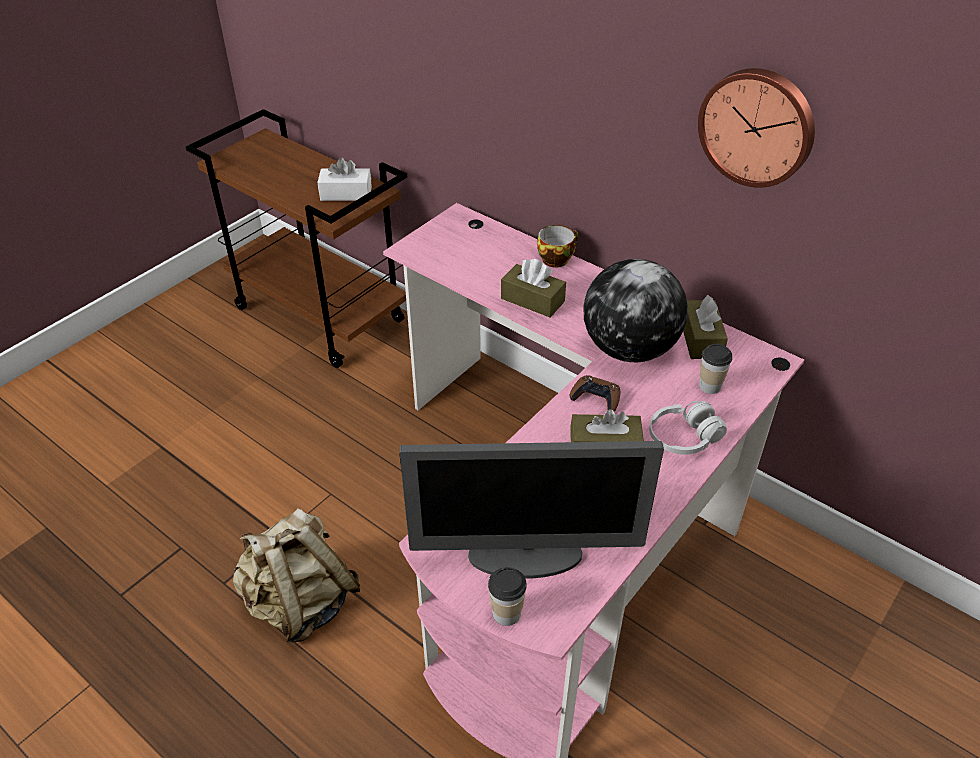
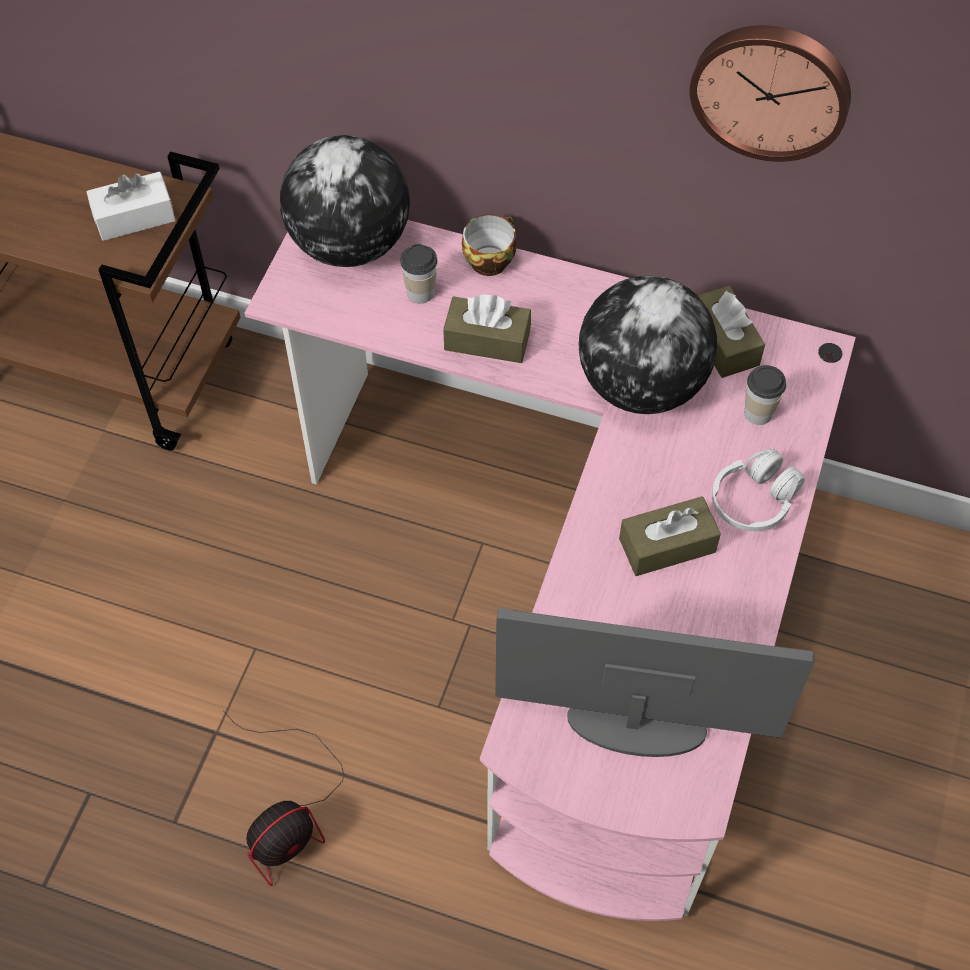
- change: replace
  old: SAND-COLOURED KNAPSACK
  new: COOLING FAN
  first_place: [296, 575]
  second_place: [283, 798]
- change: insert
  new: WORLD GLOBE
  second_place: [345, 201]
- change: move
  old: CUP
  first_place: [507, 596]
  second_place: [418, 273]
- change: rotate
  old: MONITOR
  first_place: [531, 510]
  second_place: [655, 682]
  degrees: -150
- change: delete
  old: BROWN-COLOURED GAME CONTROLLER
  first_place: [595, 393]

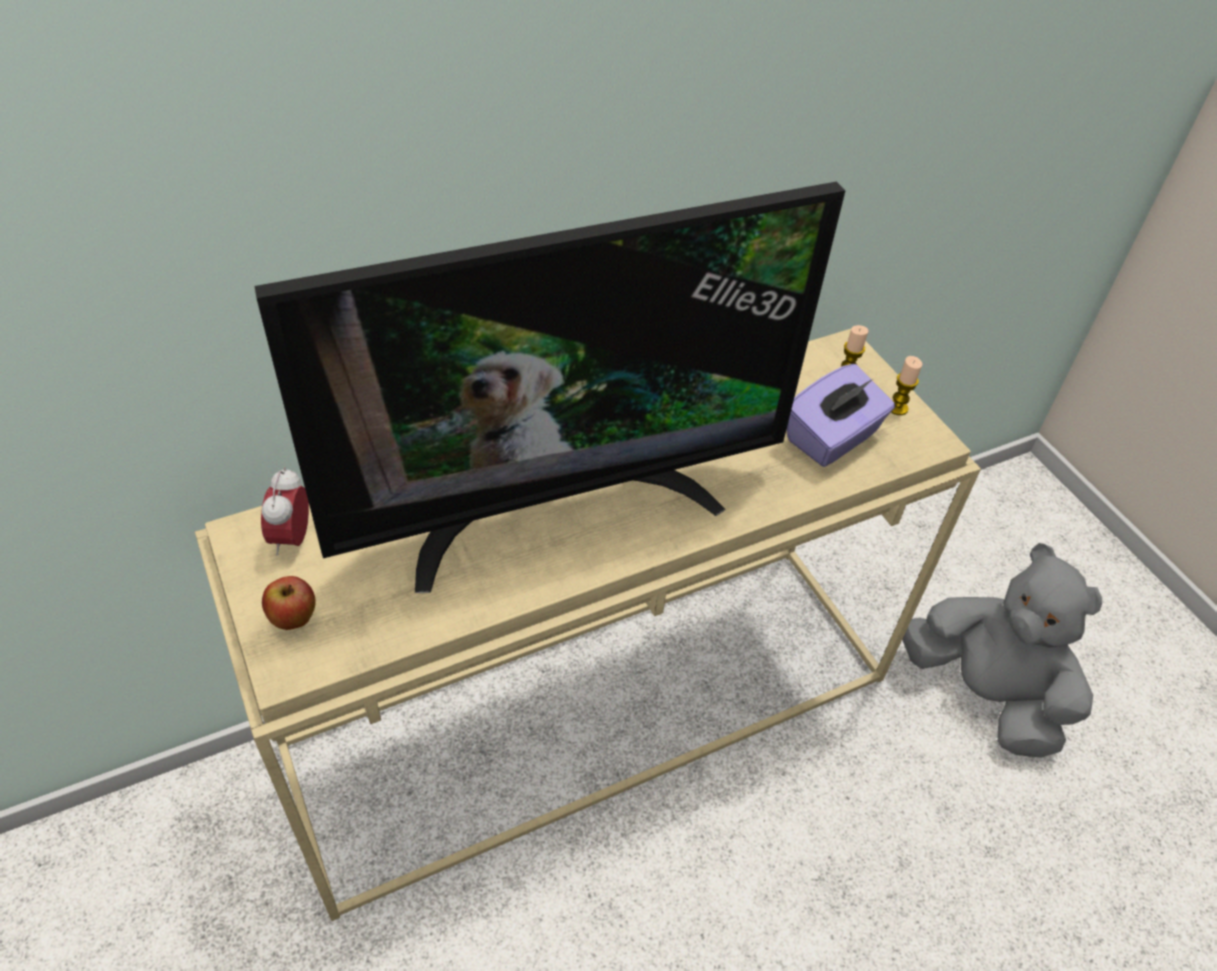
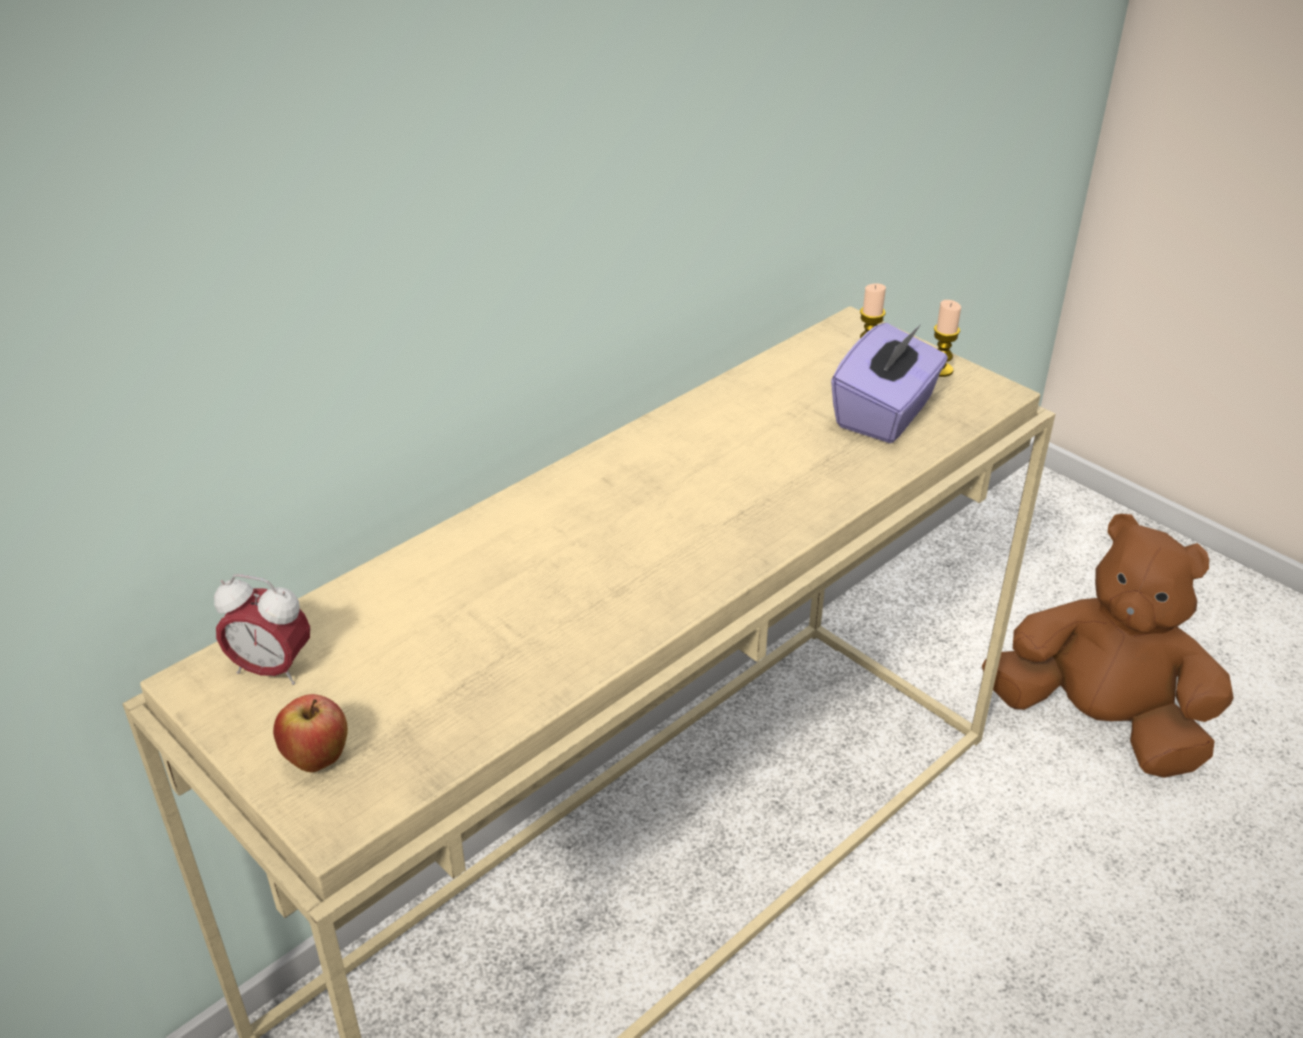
- change: rotate
  old: ALARM CLOCK
  first_place: [285, 511]
  second_place: [262, 629]
  degrees: -60
- change: recolor
  old: GREY PLUSH TOY
  new: BROWN-COLOURED PLUSH TOY
  first_place: [1002, 650]
  second_place: [1108, 646]
- change: delete
  old: TELEVISION
  first_place: [549, 387]

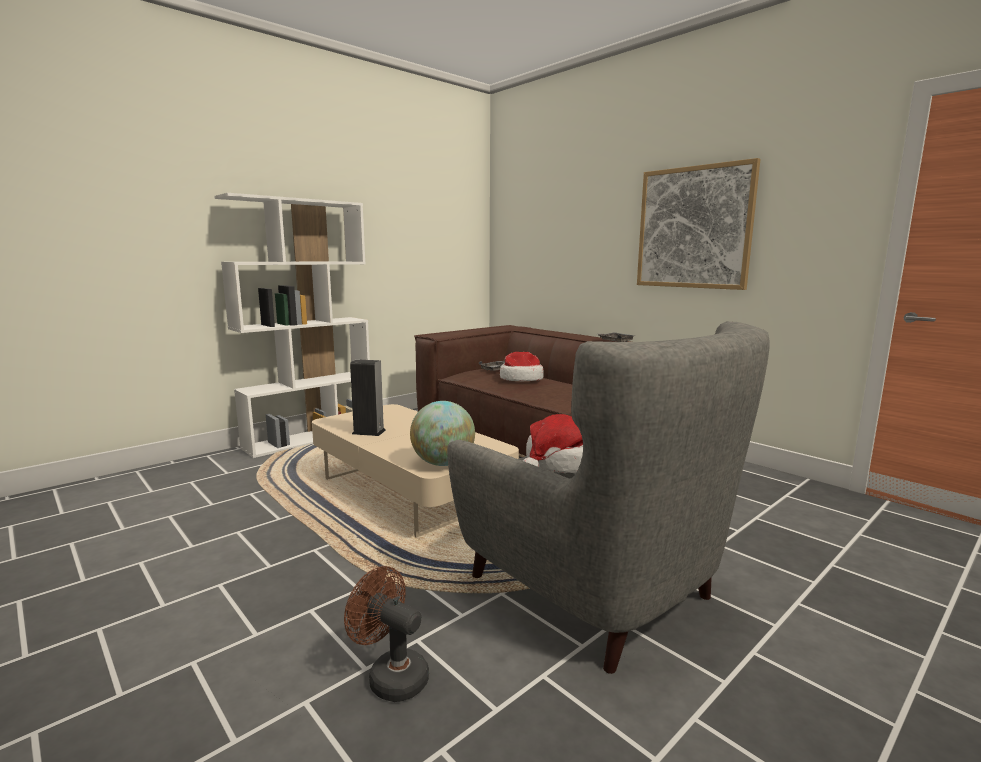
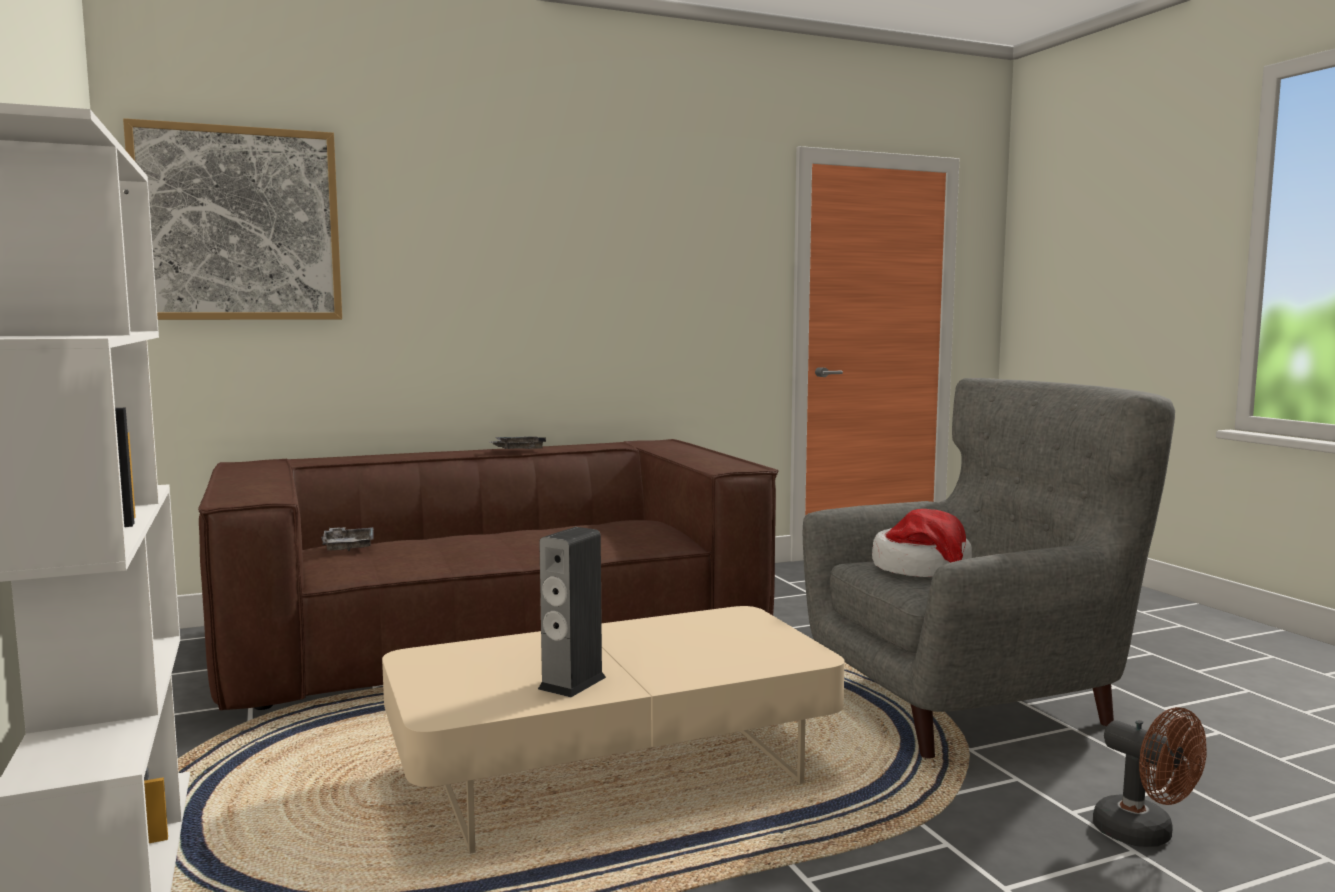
- change: move
  old: WALL PICTURE
  first_place: [698, 224]
  second_place: [232, 219]
- change: rotate
  old: BROWN-COLOURED COOLING FAN
  first_place: [386, 634]
  second_place: [1150, 777]
  degrees: -90
- change: delete
  old: WORLD GLOBE
  first_place: [442, 433]
- change: delete
  old: WEARABLE HAT
  first_place: [522, 366]

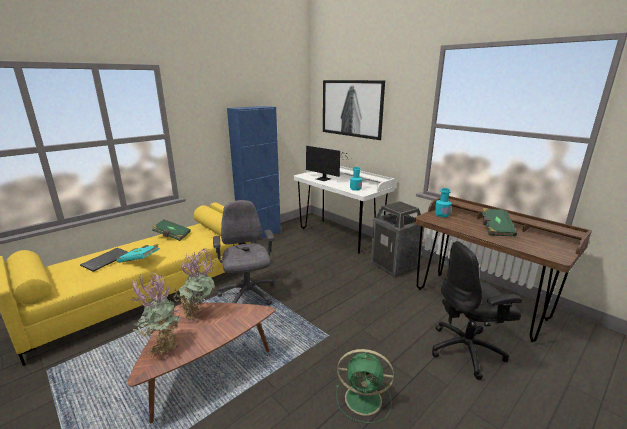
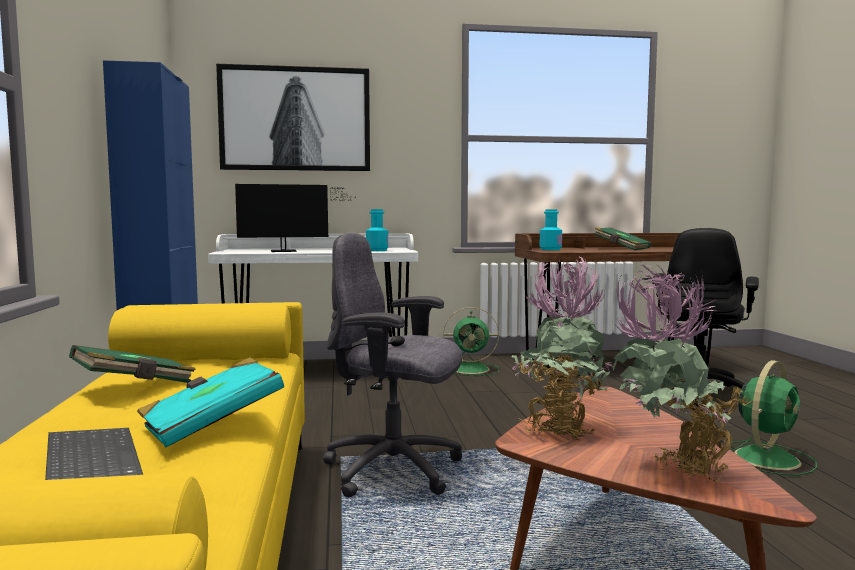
- change: replace
  old: WASTE BIN
  new: GREEN-COLOURED COOLING FAN
  first_place: [397, 239]
  second_place: [471, 341]

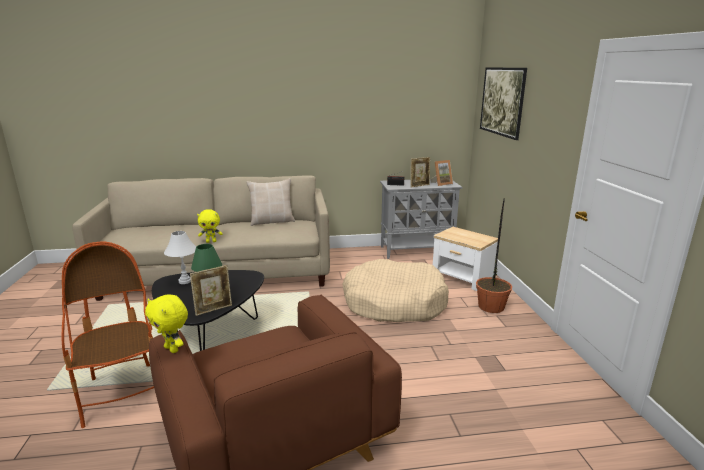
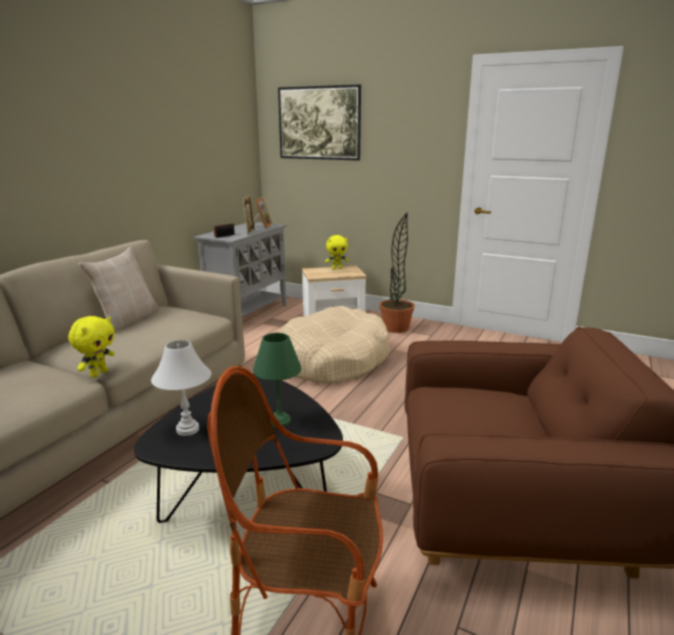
- change: move
  old: YELLOWISH PLUSH TOY
  first_place: [166, 323]
  second_place: [337, 252]
- change: delete
  old: PICTURE FRAME
  first_place: [211, 290]

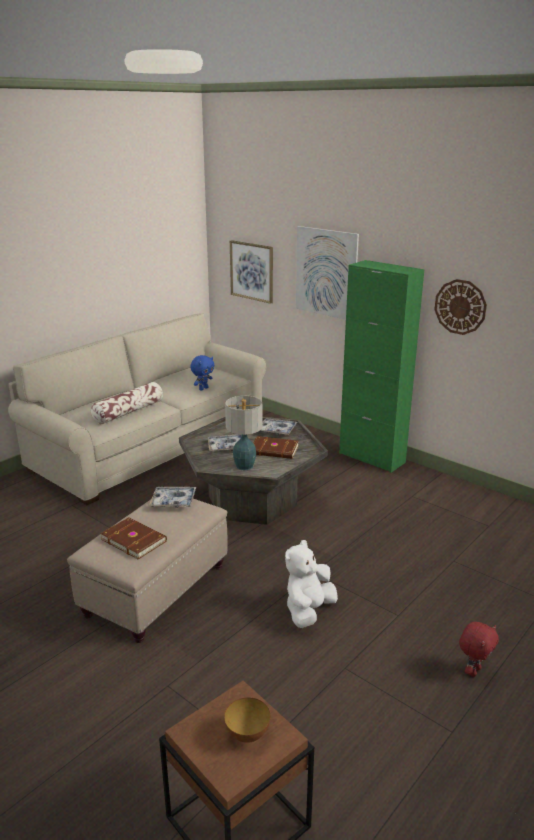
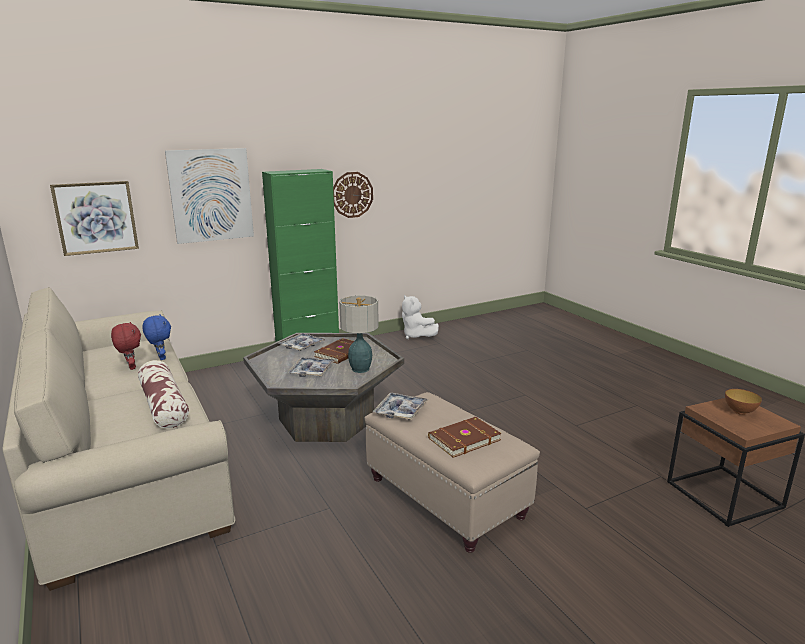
- change: move
  old: RED-COLOURED PLUSH TOY
  first_place: [479, 649]
  second_place: [126, 346]
- change: move
  old: WHITISH PLUSH TOY
  first_place: [311, 584]
  second_place: [420, 317]

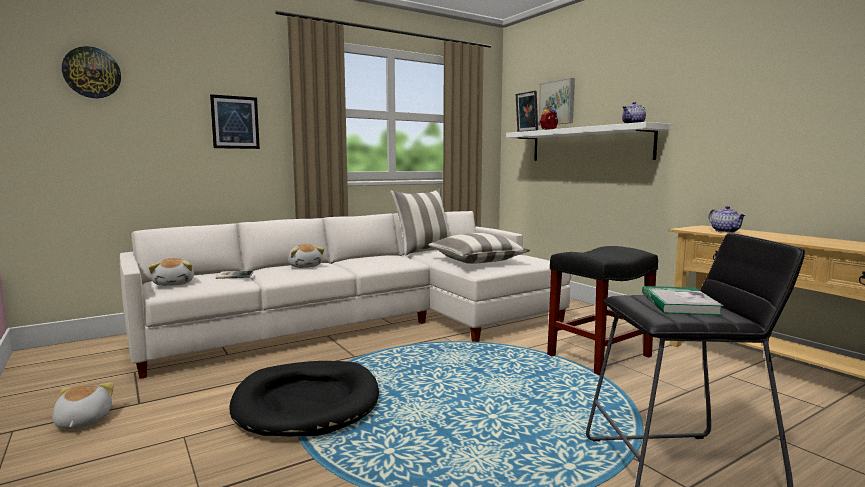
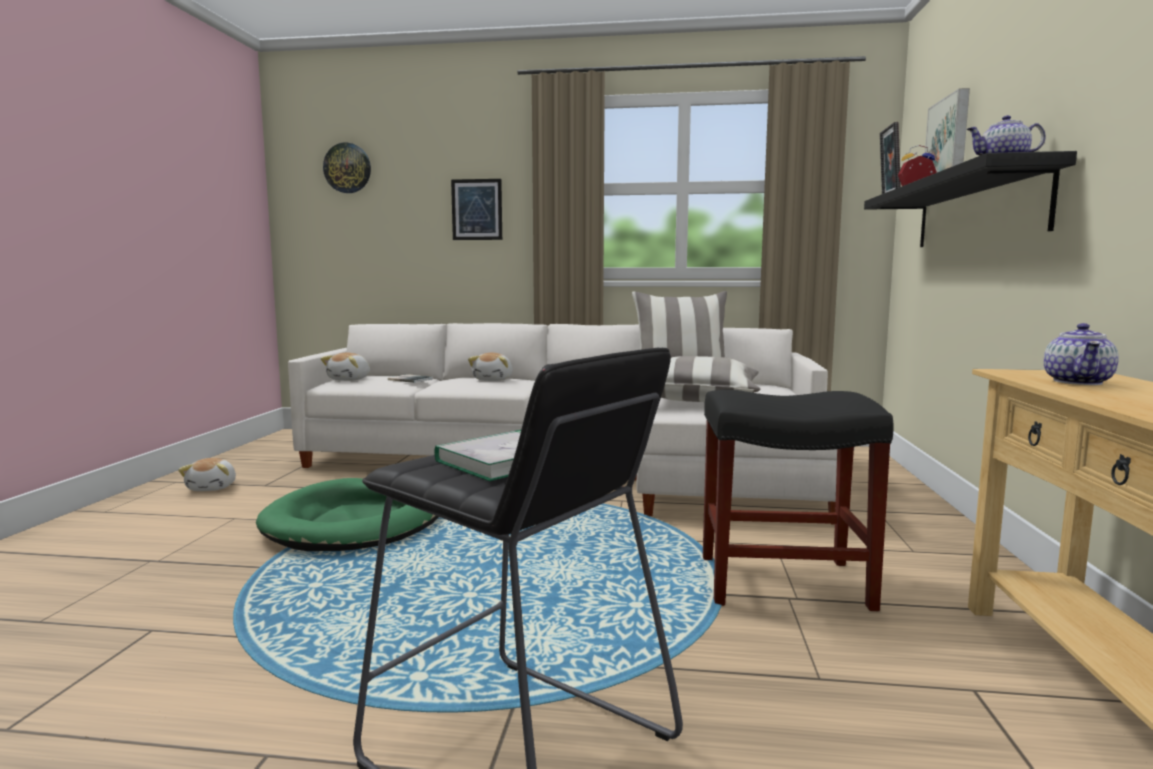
- change: rotate
  old: PLUSH TOY
  first_place: [83, 405]
  second_place: [207, 474]
  degrees: 150
- change: recolor
  old: BLACKISH PET BED
  new: GREEN-COLOURED PET BED
  first_place: [304, 398]
  second_place: [347, 514]
- change: recolor
  old: WHITISH BRACKET SHELF
  new: BLACKISH BRACKET SHELF
  first_place: [588, 141]
  second_place: [970, 199]

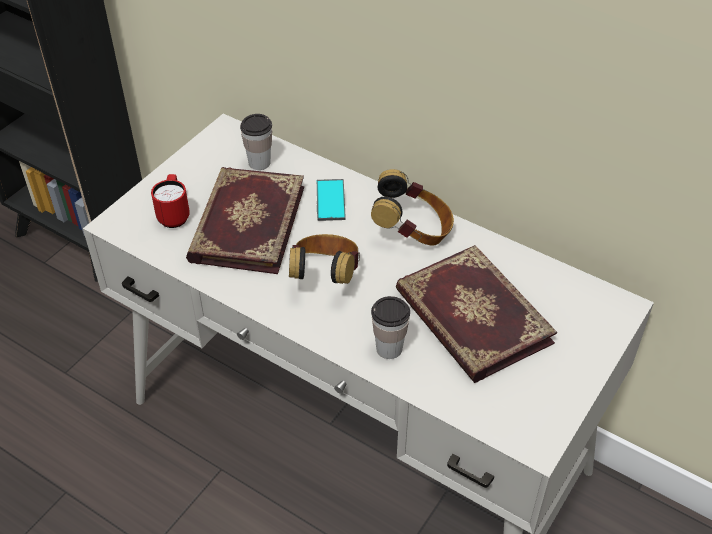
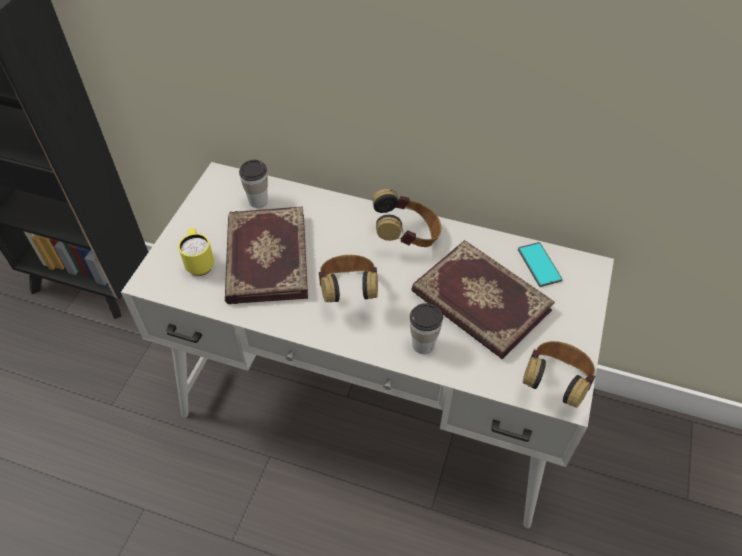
- change: recolor
  old: RED-COLOURED MUG
  new: YELLOWISH MUG
  first_place: [170, 201]
  second_place: [196, 252]
- change: move
  old: PHONE
  first_place: [331, 200]
  second_place: [540, 264]
- change: insert
  new: PAIR OF HEADPHONES
  second_place: [559, 374]

